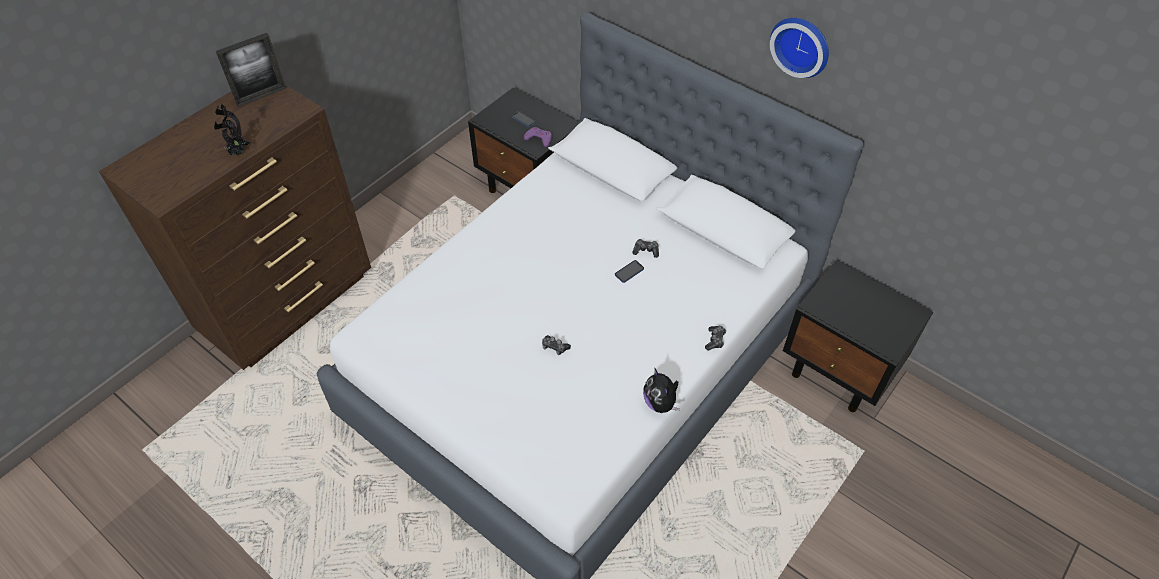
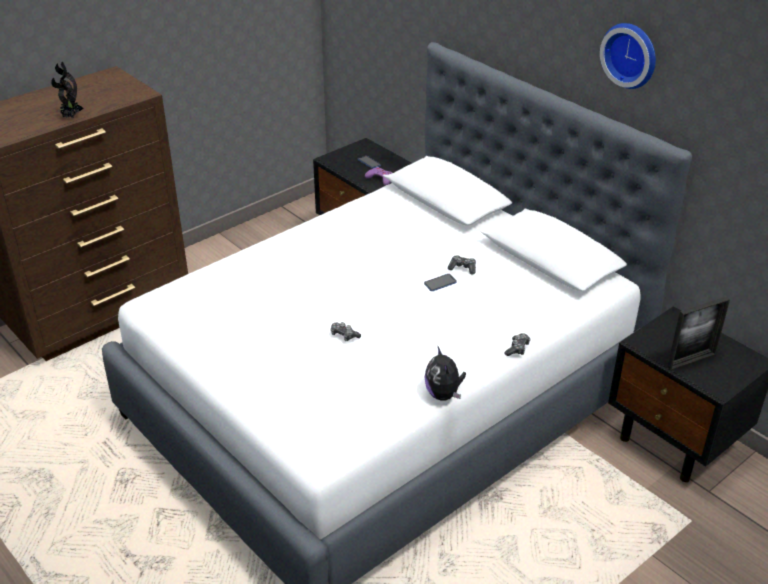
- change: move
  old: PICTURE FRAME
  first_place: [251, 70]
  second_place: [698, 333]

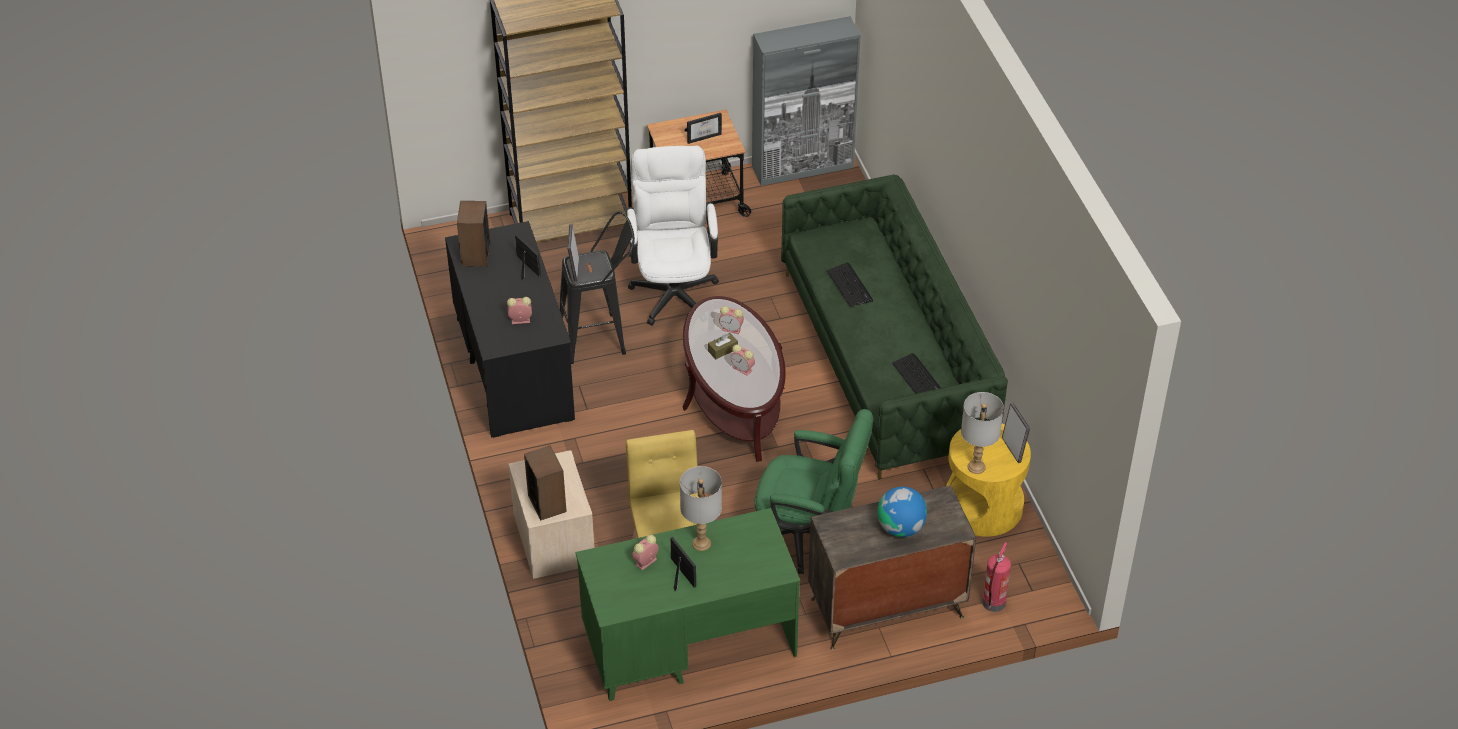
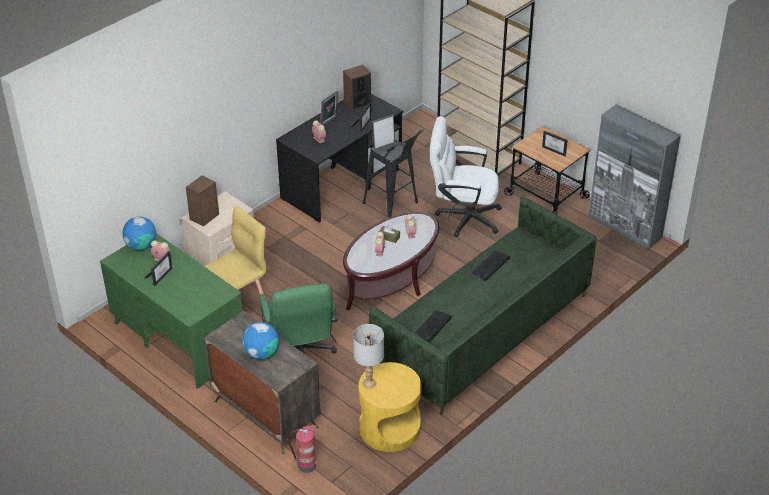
- change: insert
  new: WORLD GLOBE
  second_place: [139, 233]
- change: move
  old: PICTURE FRAME
  first_place: [1016, 433]
  second_place: [329, 108]
- change: rotate
  old: WHITISH COMPUTER CHAIR
  first_place: [672, 236]
  second_place: [466, 176]
  degrees: -135
- change: delete
  old: GREY TABLE LAMP
  first_place: [701, 508]

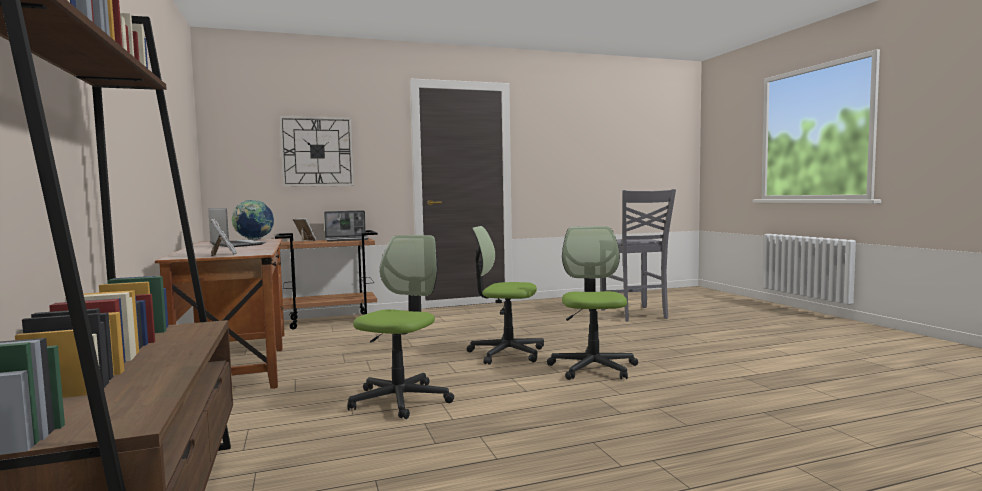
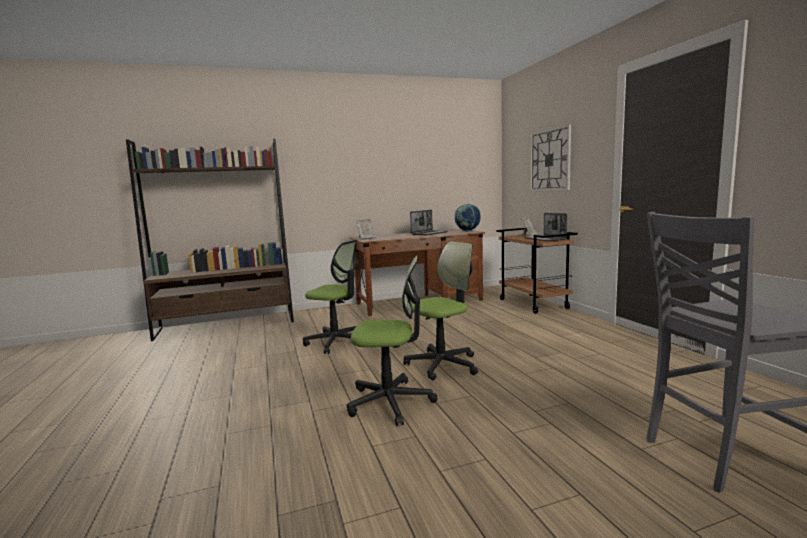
- change: rotate
  old: COMPUTER CHAIR
  first_place: [505, 295]
  second_place: [440, 311]
  degrees: 45

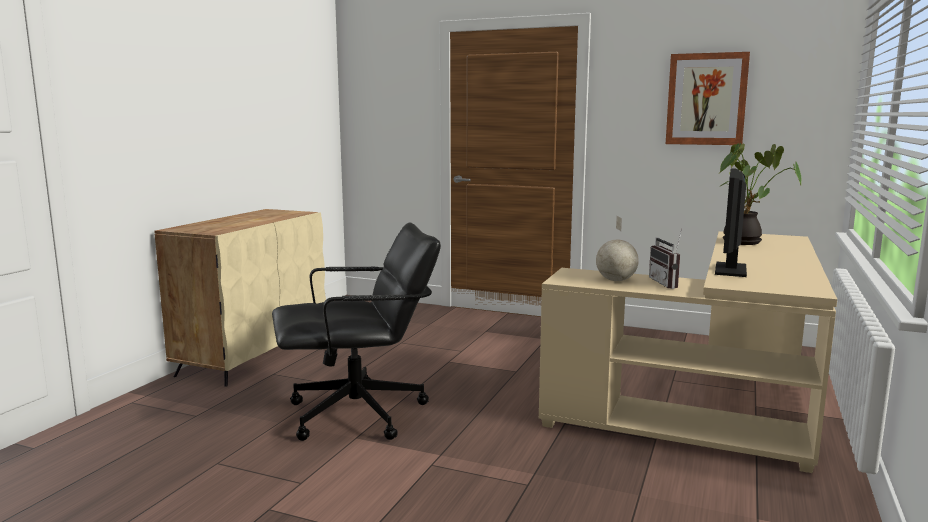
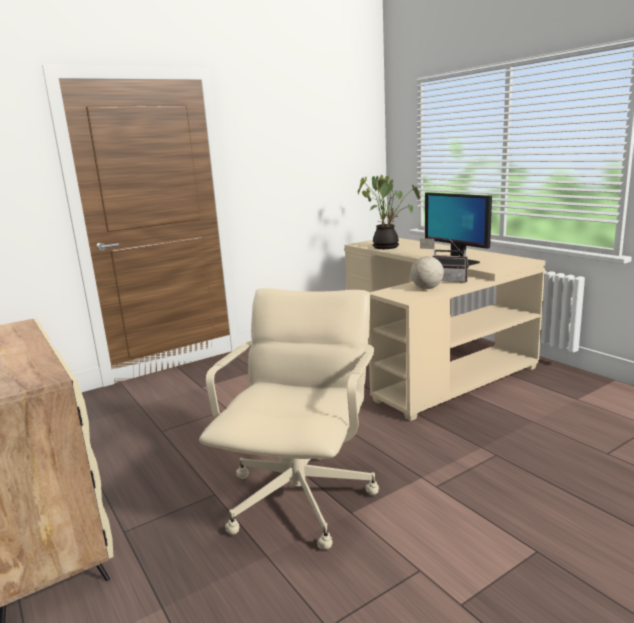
- change: recolor
  old: BLACKISH COMPUTER CHAIR
  new: SAND-COLOURED COMPUTER CHAIR
  first_place: [356, 332]
  second_place: [289, 419]
- change: delete
  old: WALL PICTURE
  first_place: [708, 98]

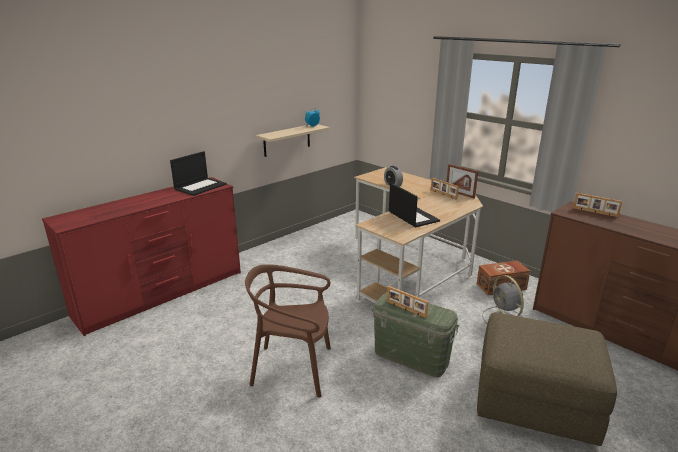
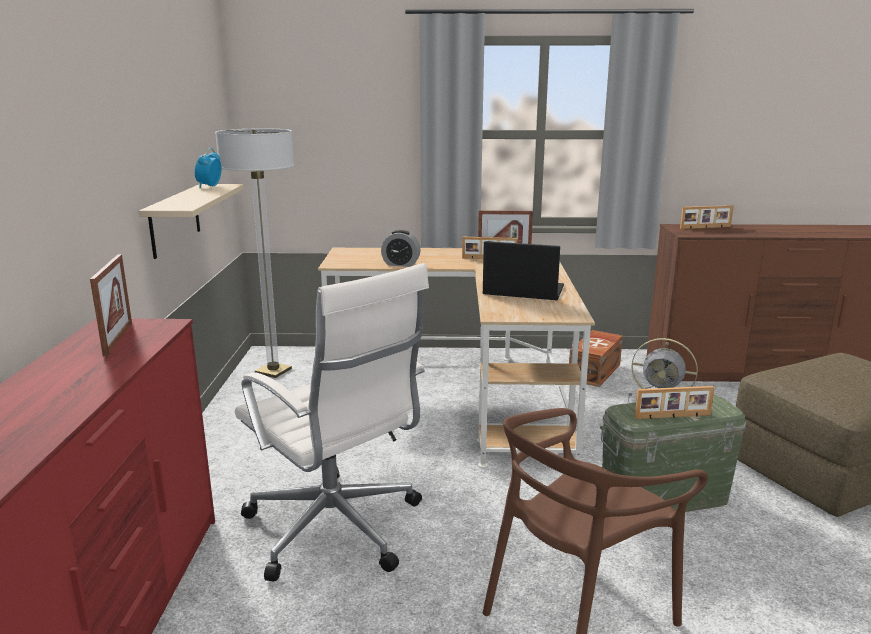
- change: replace
  old: PORTABLE COMPUTER
  new: PICTURE FRAME
  first_place: [198, 173]
  second_place: [111, 305]
- change: insert
  new: STANDARD LAMP
  second_place: [254, 253]
- change: insert
  new: WHITISH COMPUTER CHAIR
  second_place: [332, 422]

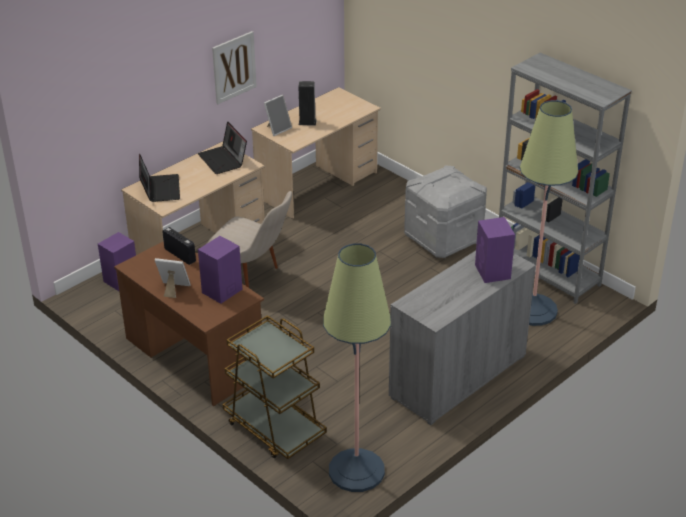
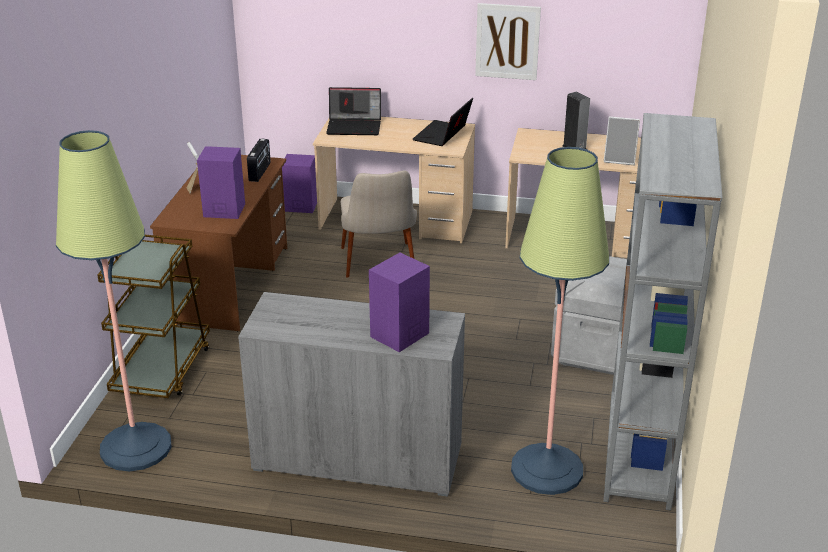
- change: rotate
  old: PORTABLE COMPUTER
  first_place: [159, 178]
  second_place: [353, 111]
  degrees: 45
- change: move
  old: PICTURE FRAME
  first_place: [278, 115]
  second_place: [622, 140]

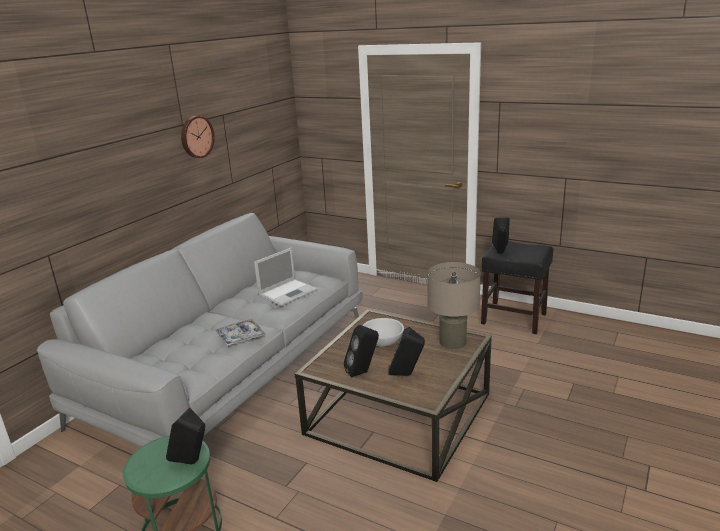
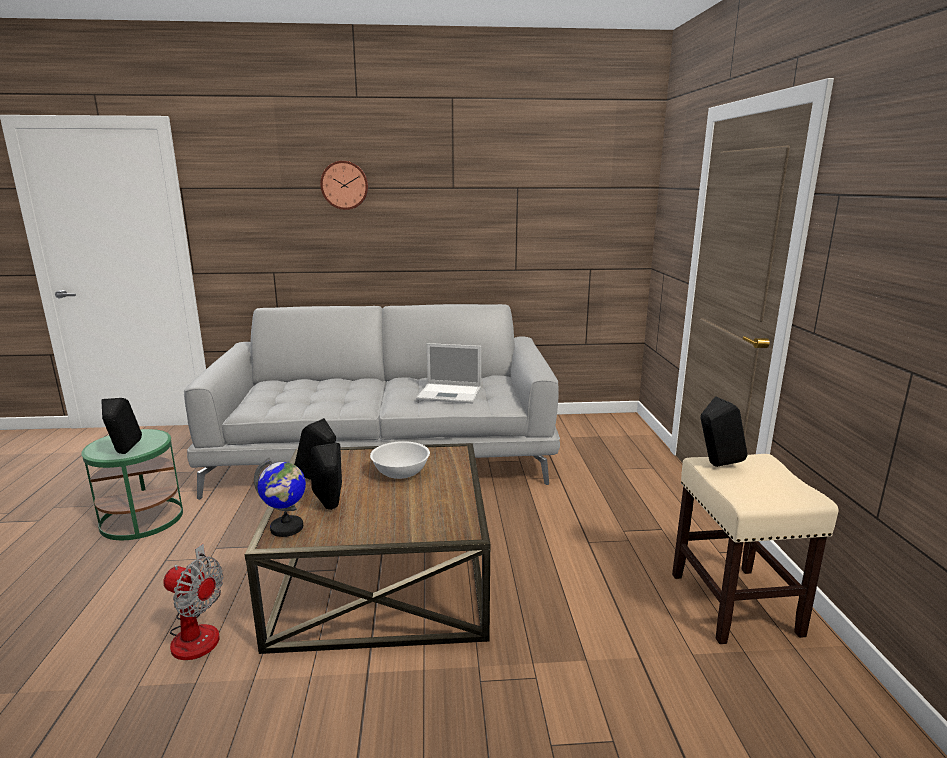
- change: insert
  new: COOLING FAN
  second_place: [193, 602]
- change: insert
  new: WORLD GLOBE
  second_place: [280, 497]
- change: move
  old: HANGING CLOCK
  first_place: [198, 137]
  second_place: [344, 185]
- change: recolor
  old: BLACKISH SITTING STOOL
  new: SAND-COLOURED SITTING STOOL
  first_place: [517, 287]
  second_place: [755, 549]
- change: delete
  old: TRAY
  first_place: [240, 332]
- change: delete
  old: SAND-COLOURED TABLE LAMP
  first_place: [454, 305]

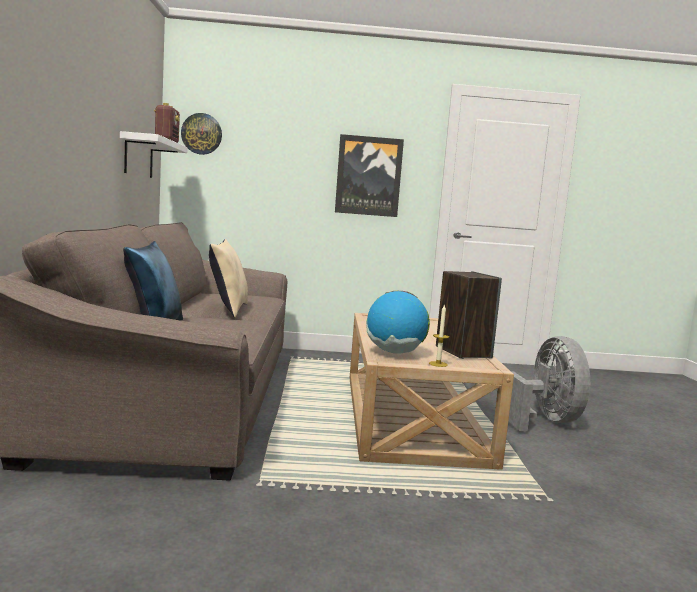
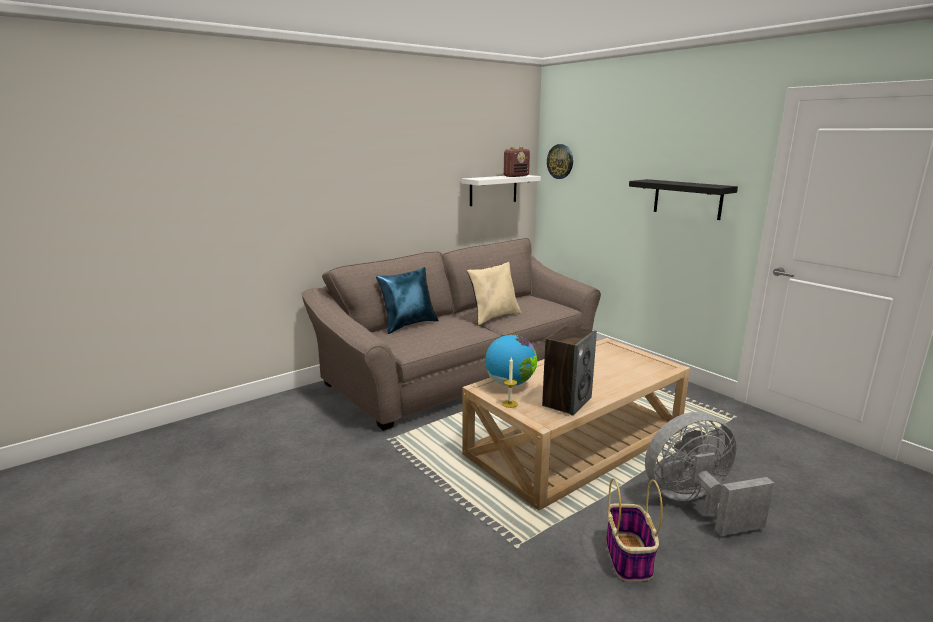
- change: insert
  new: BASKET
  second_place: [634, 529]
- change: replace
  old: WALL PICTURE
  new: BLACKISH BRACKET SHELF
  first_place: [369, 175]
  second_place: [683, 199]
- change: rotate
  old: GREY COOLING FAN
  first_place: [549, 383]
  second_place: [709, 474]
  degrees: -150

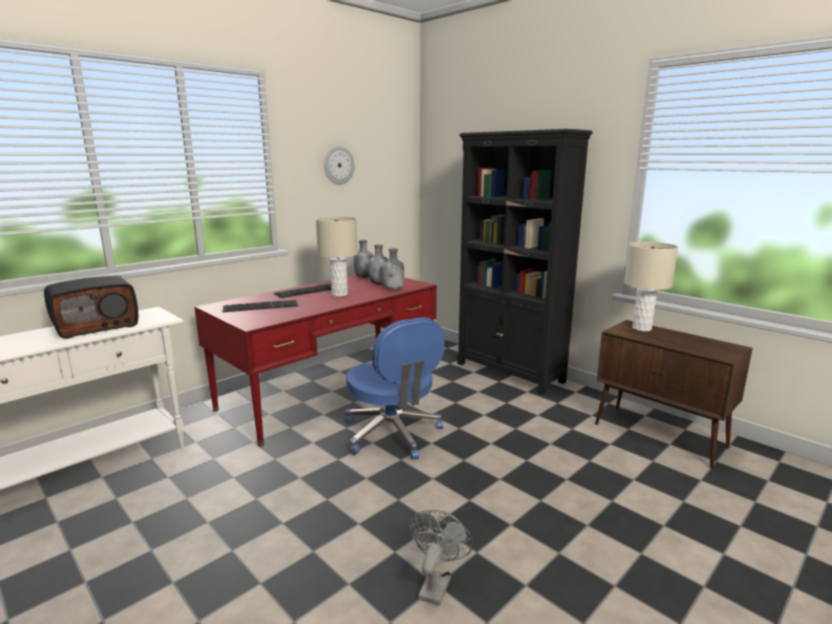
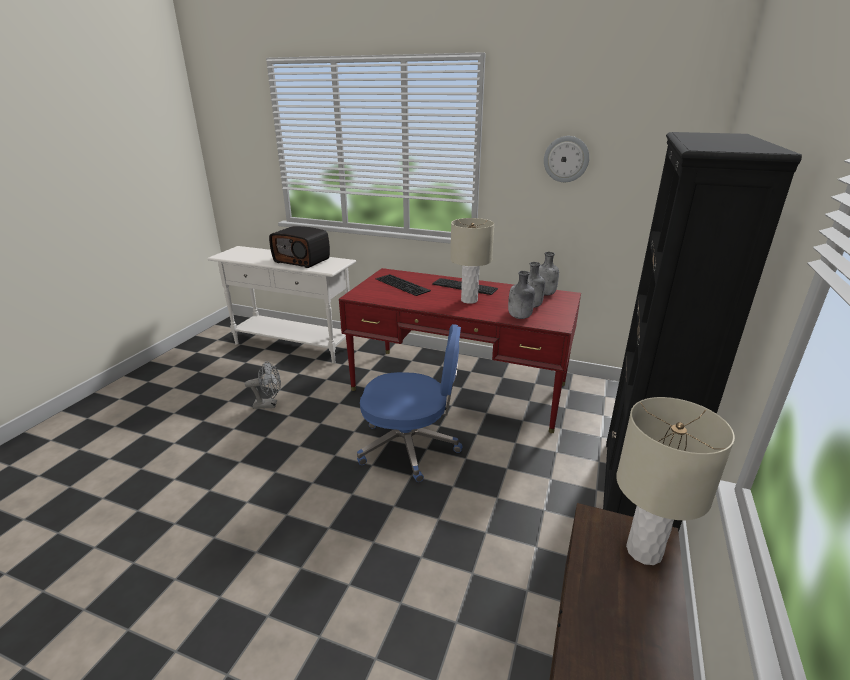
- change: move
  old: GREY COOLING FAN
  first_place: [441, 558]
  second_place: [263, 385]
- change: rotate
  old: BLUE-COLOURED COMPUTER CHAIR
  first_place: [394, 388]
  second_place: [410, 403]
  degrees: -120

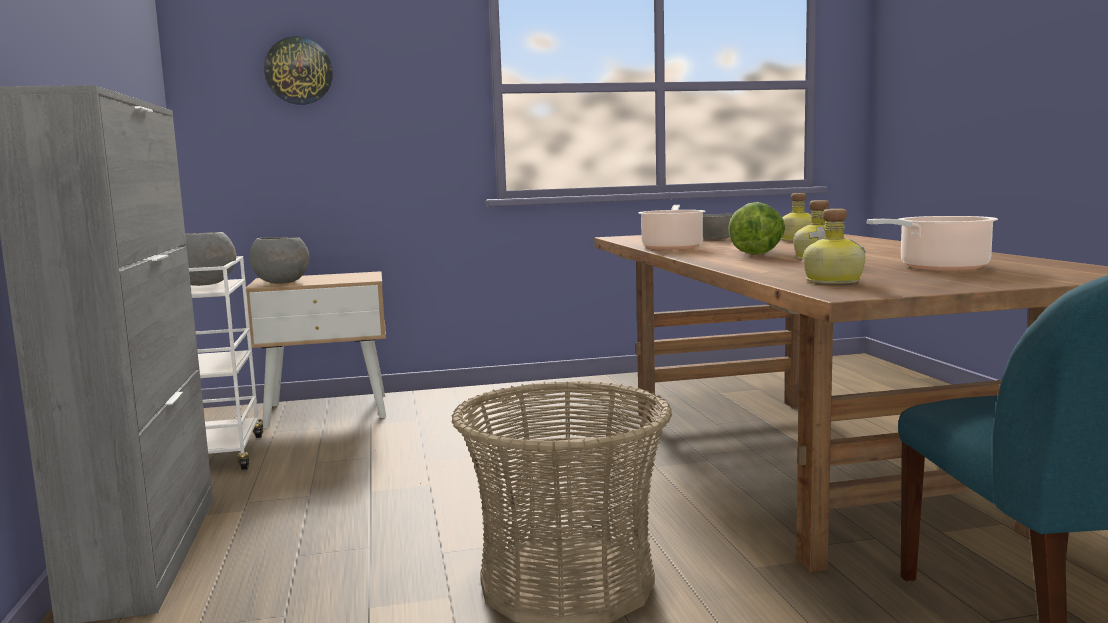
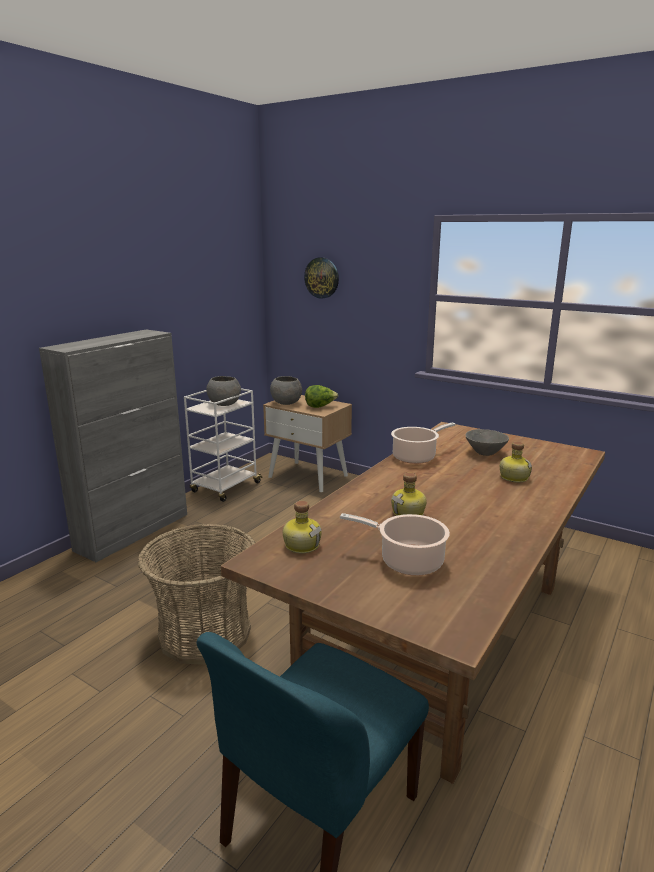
- change: move
  old: LETTUCE HEAD
  first_place: [756, 228]
  second_place: [321, 396]

